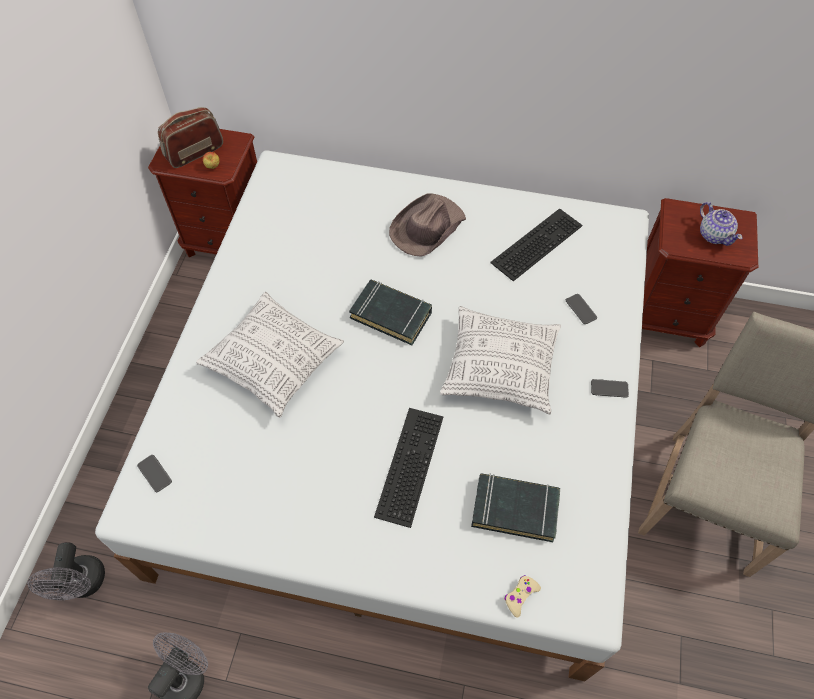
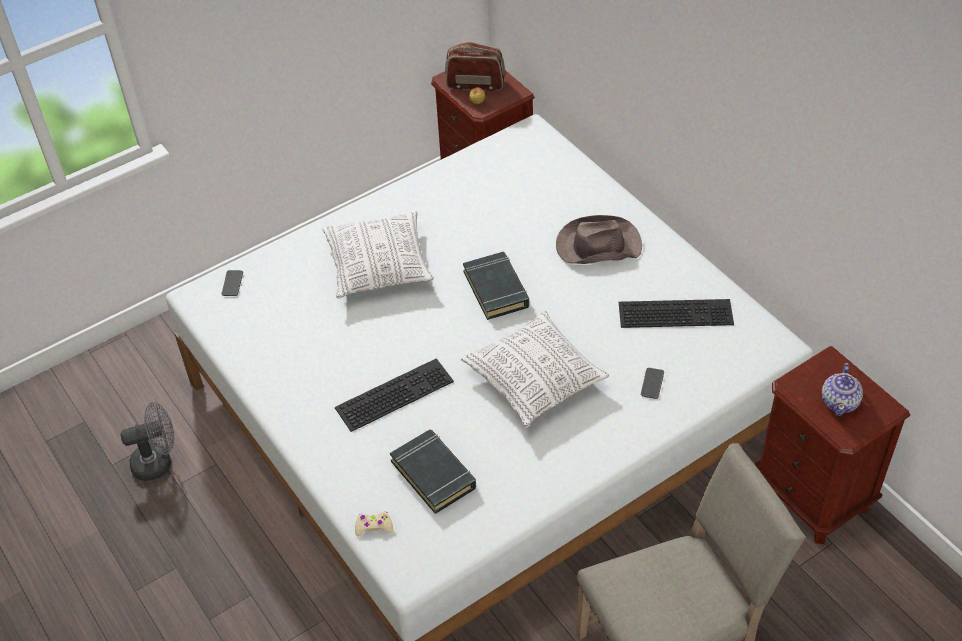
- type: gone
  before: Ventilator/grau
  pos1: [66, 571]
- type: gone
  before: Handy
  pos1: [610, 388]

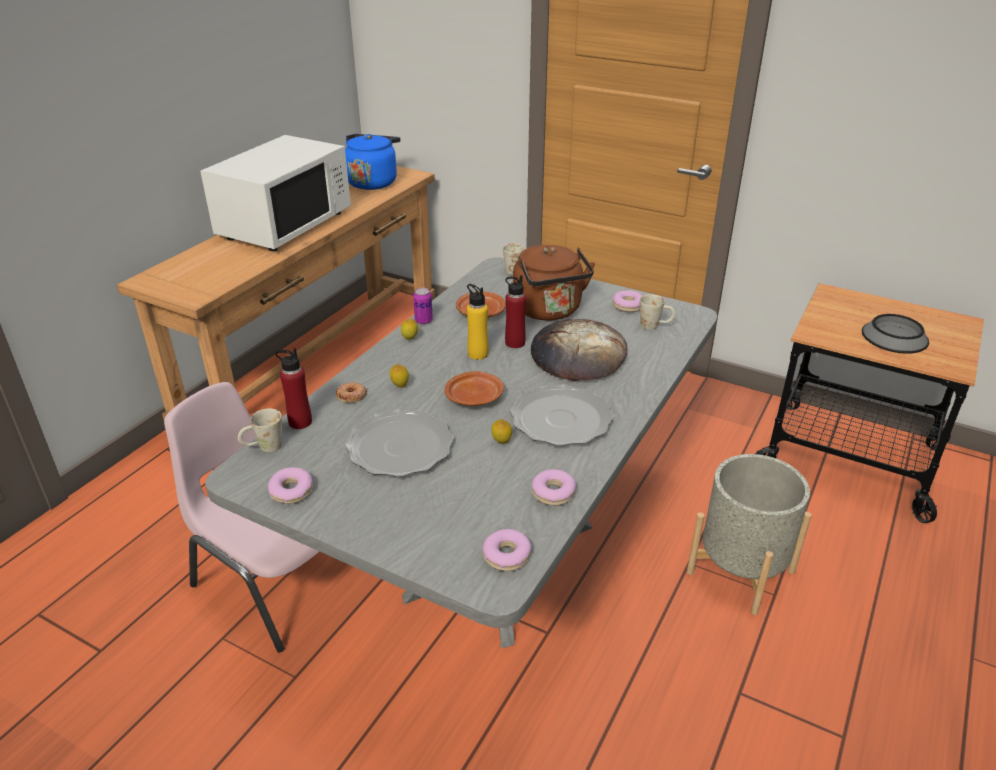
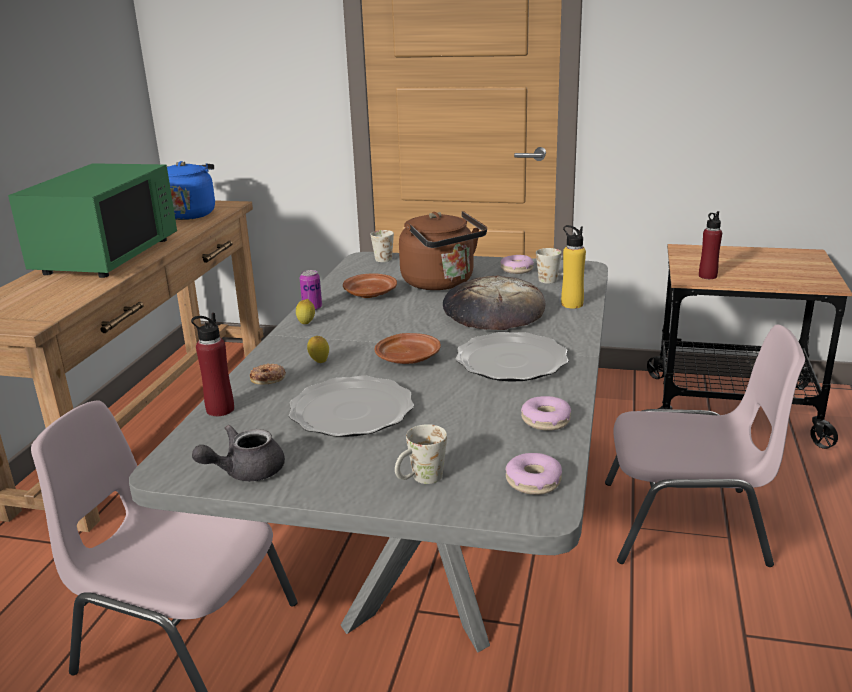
- type: repainted
  before: Mikrowelle/weiß
  after: Mikrowelle/grün
  pos1: [275, 193]
  pos2: [92, 220]
- type: swapped
  before: Donut
  after: Teekanne/grau
  pos1: [290, 485]
  pos2: [238, 453]
- type: shifted
  before: Henkelbecher/weiß
  pos1: [260, 430]
  pos2: [421, 454]
- type: shifted
  before: Flasche/gelb
  pos1: [477, 322]
  pos2: [573, 267]
- type: swapped
  before: Pflanzkübel/grau
  after: Stuhl/rosa
  pos1: [749, 534]
  pos2: [705, 445]
- type: shifted
  before: Flasche/rot
  pos1: [515, 311]
  pos2: [710, 245]
- type: gone
  before: Zitrone
  pos1: [501, 431]
- type: gone
  before: Schüssel
  pos1: [895, 334]

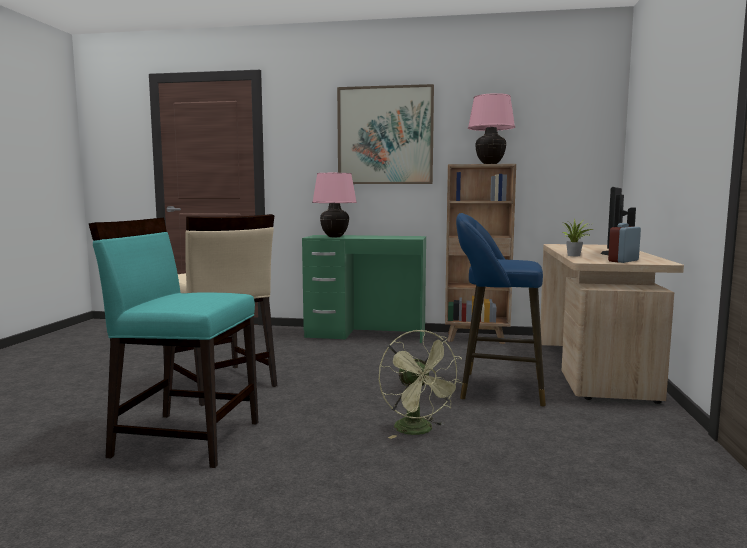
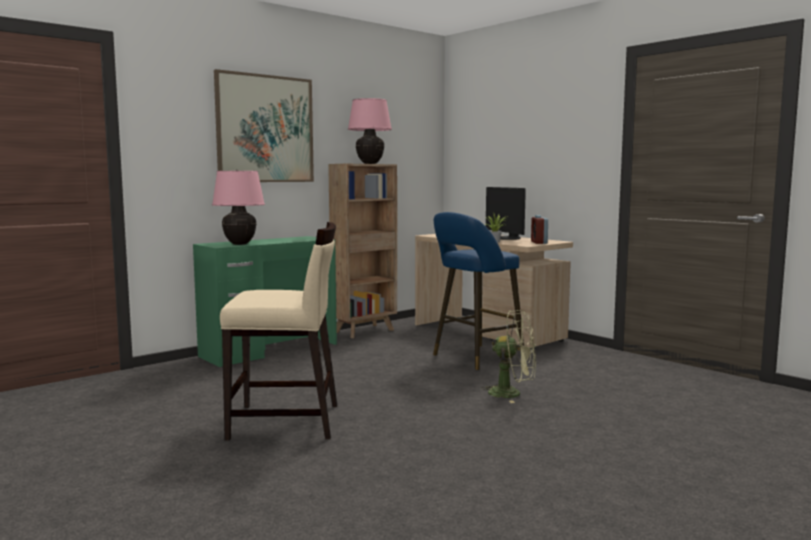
- type: gone
  before: Stuhl/türkis
  pos1: [173, 343]

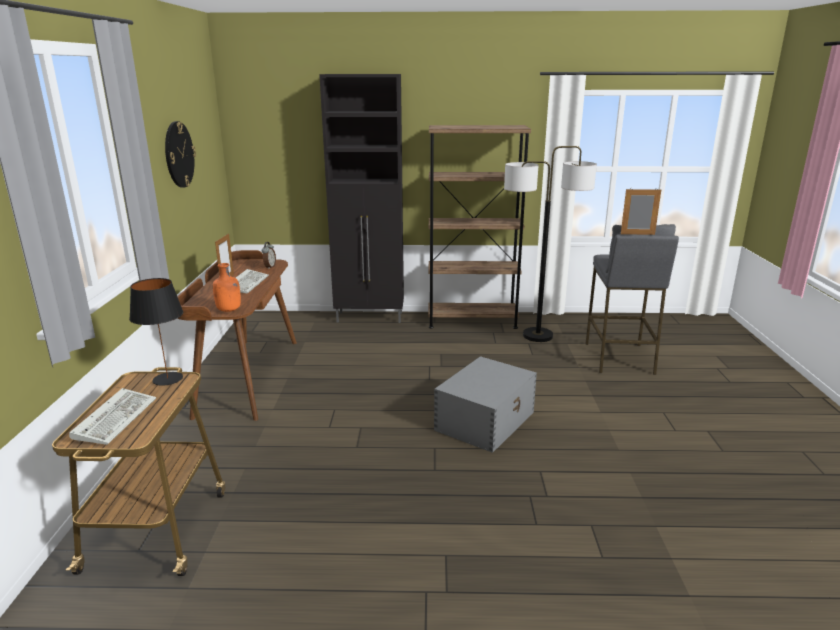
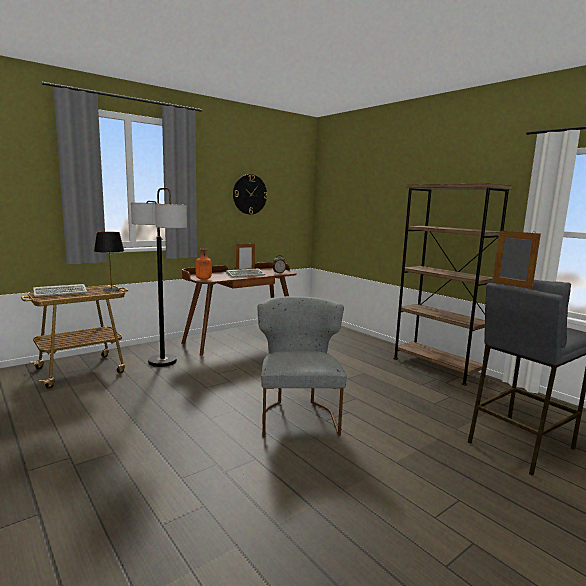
- type: shifted
  before: Stehlampe
  pos1: [550, 244]
  pos2: [159, 277]
- type: swapped
  before: Aufbewahrungsbox/grau
  after: Stuhl/grau
  pos1: [485, 404]
  pos2: [302, 366]
- type: gone
  before: Schrank/schwarz
  pos1: [361, 198]

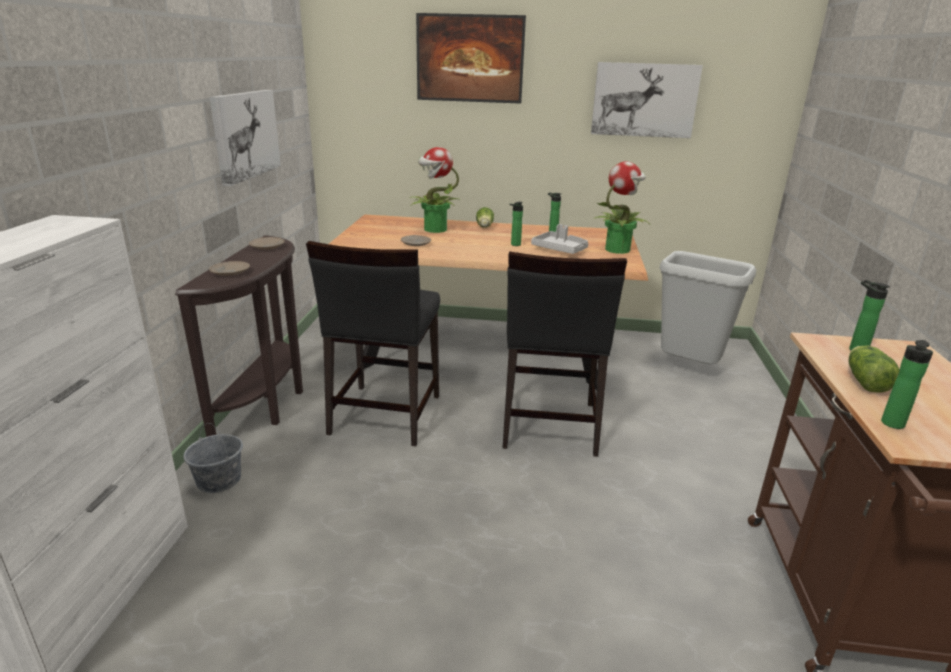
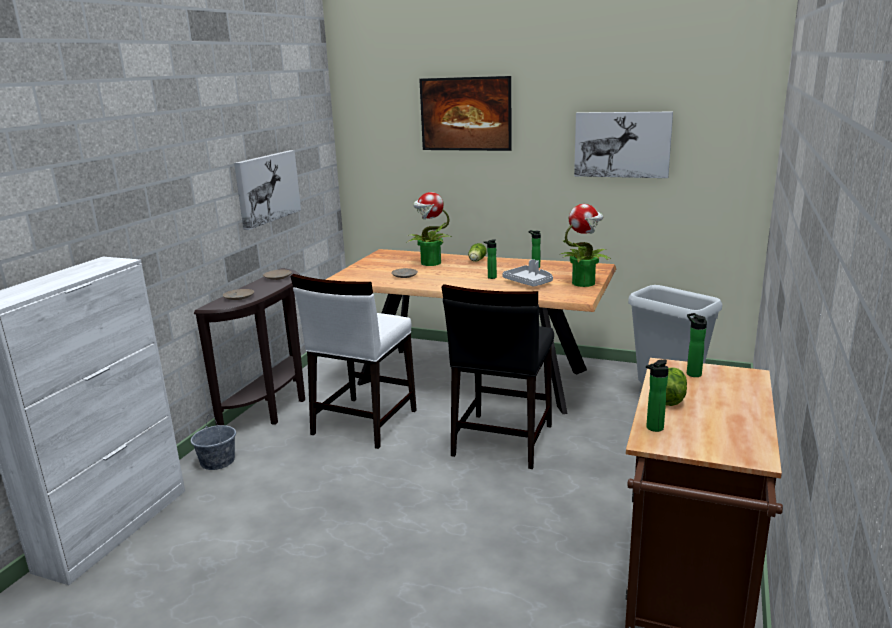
- type: repainted
  before: Stuhl/schwarz
  after: Stuhl/weiß
  pos1: [373, 343]
  pos2: [353, 361]

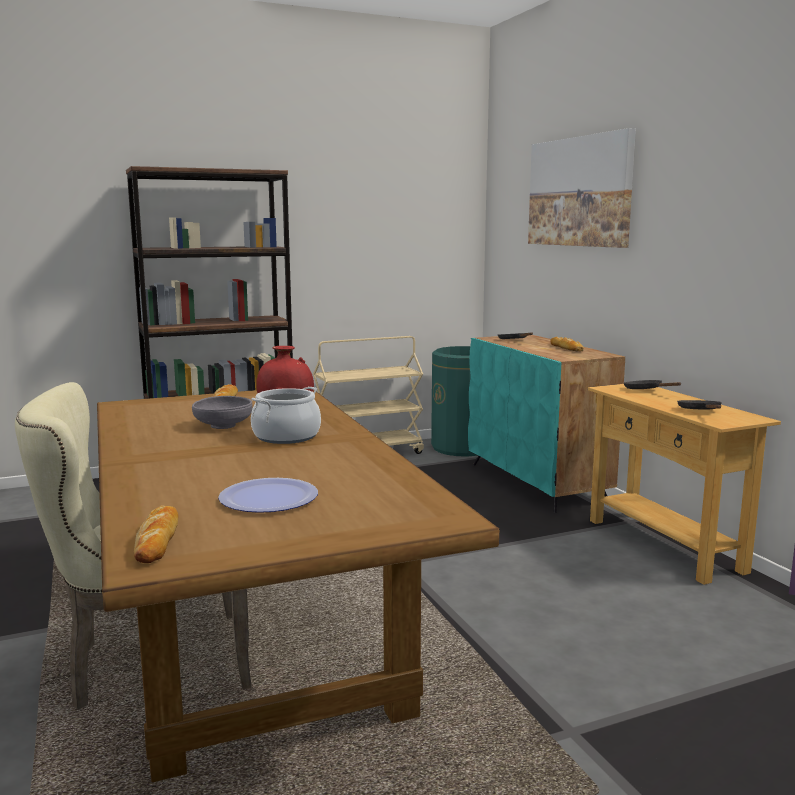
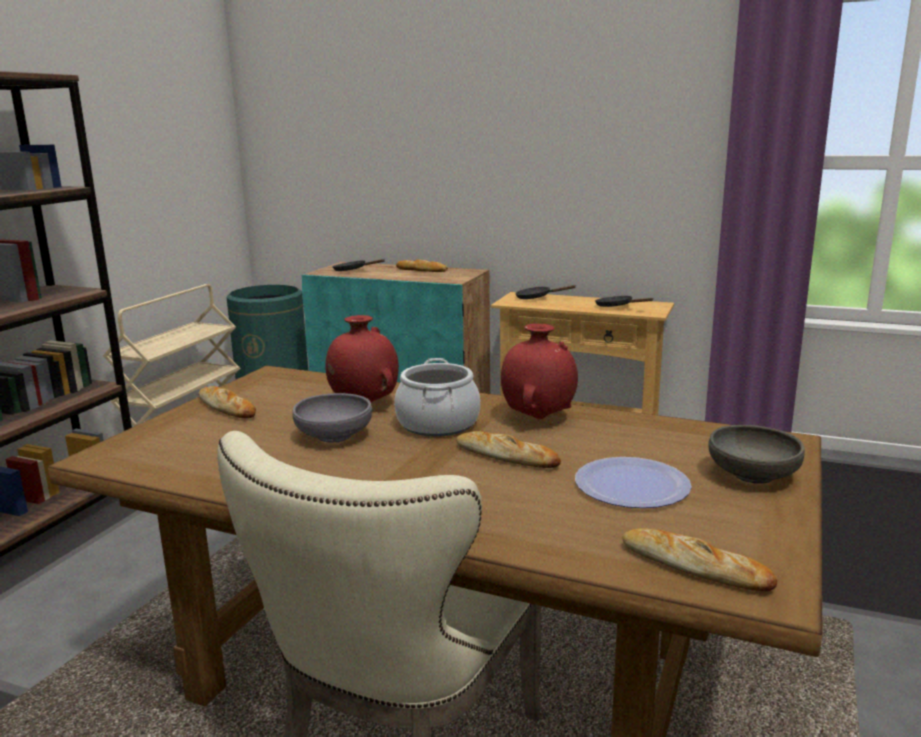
- type: new
  after: Brot
  pos2: [508, 449]
- type: new
  after: Vase/rot
  pos2: [539, 371]
- type: new
  after: Schüssel/grau
  pos2: [756, 454]
- type: gone
  before: Bild
  pos1: [582, 188]

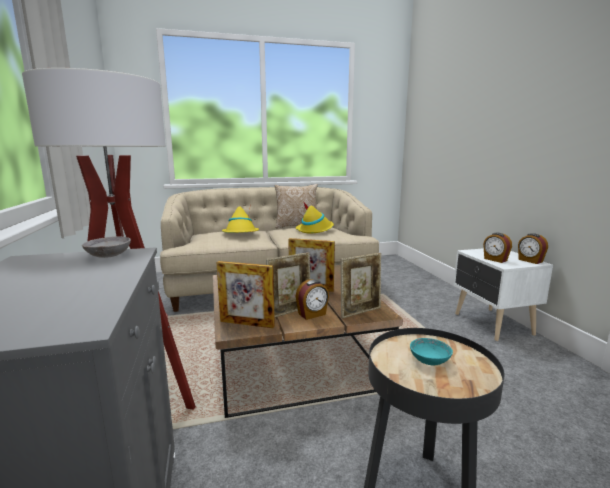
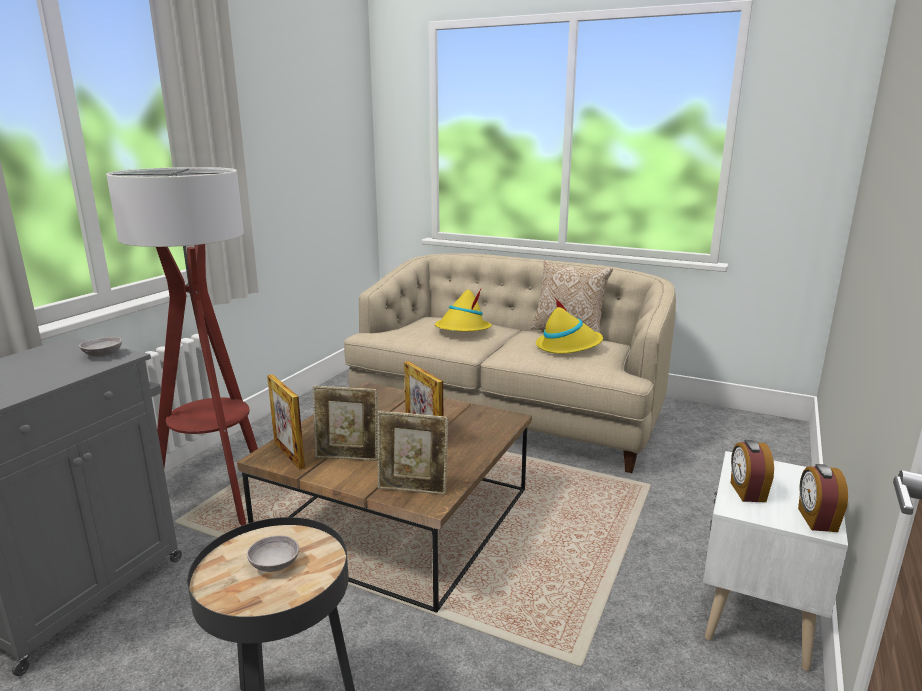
- type: repainted
  before: Schüssel/türkis
  after: Schüssel/grau
  pos1: [431, 352]
  pos2: [273, 554]
- type: gone
  before: Wecker
  pos1: [312, 299]

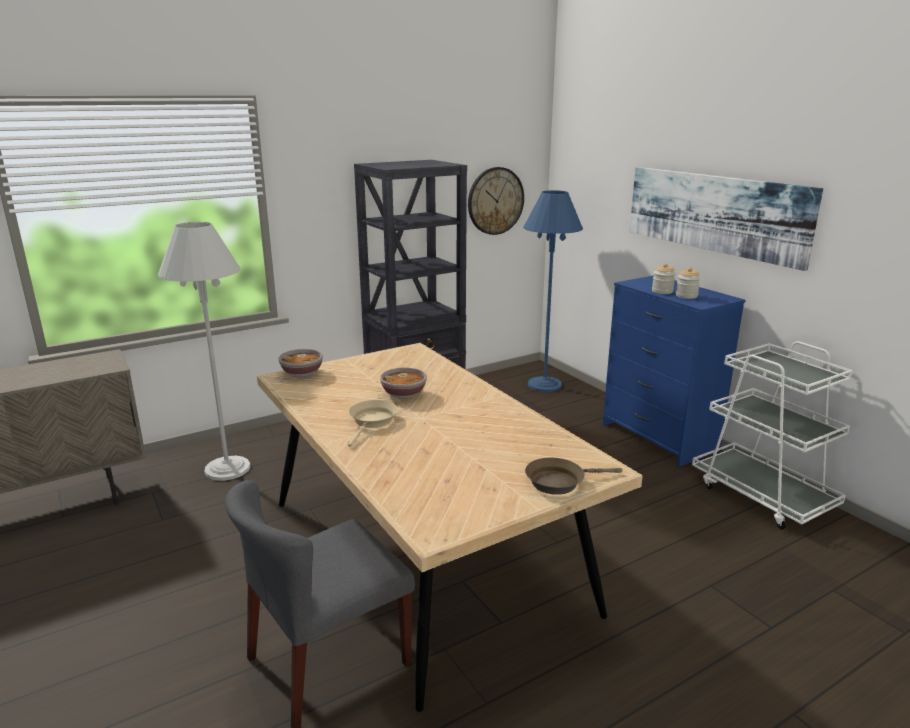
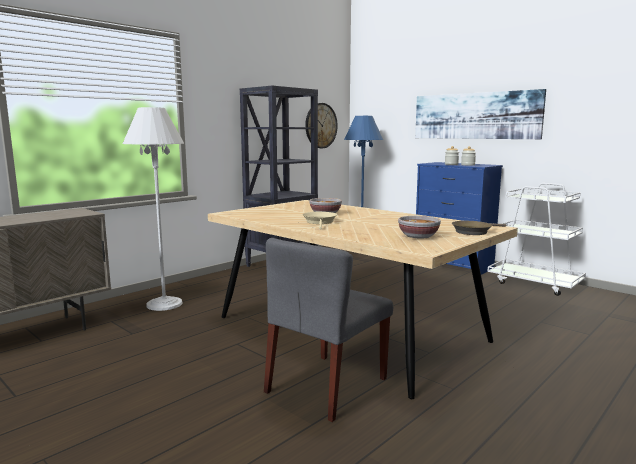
- type: shifted
  before: Schüssel
  pos1: [301, 363]
  pos2: [419, 227]

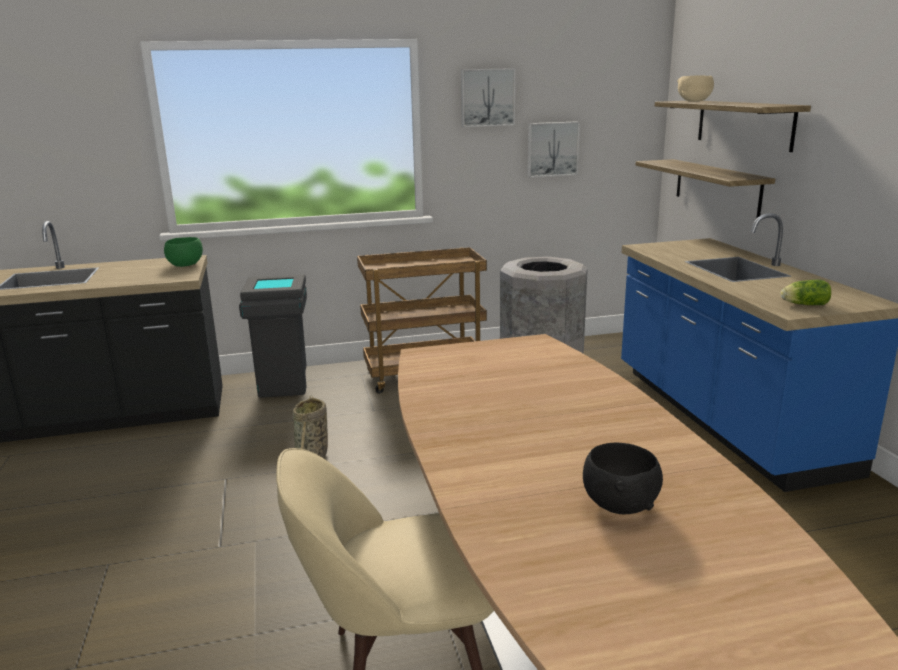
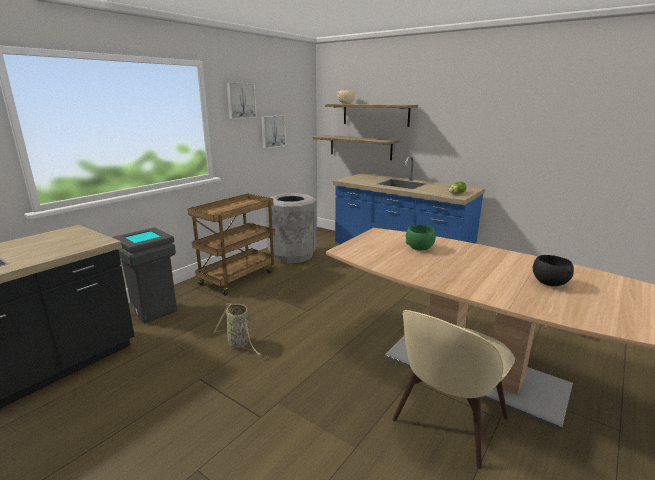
- type: shifted
  before: Schüssel/grün
  pos1: [183, 252]
  pos2: [420, 238]

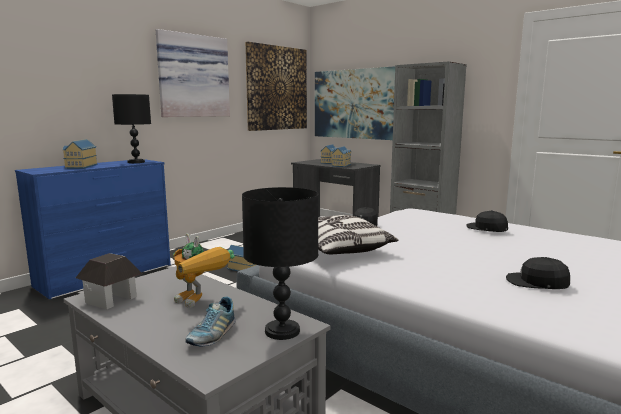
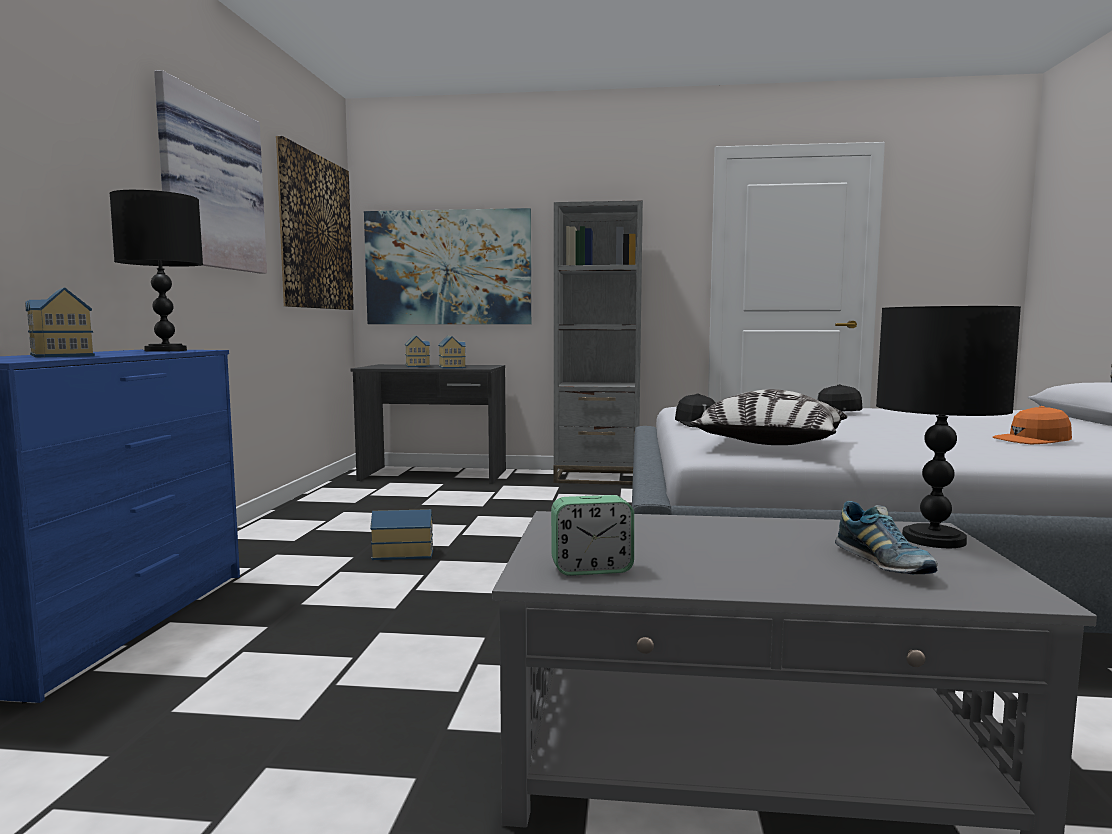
- type: swapped
  before: Spielzeughaus
  after: Wecker
  pos1: [109, 281]
  pos2: [592, 535]
- type: repainted
  before: Kappe/schwarz
  after: Kappe/orange
  pos1: [538, 273]
  pos2: [1032, 425]
- type: gone
  before: Spielzeugroboter
  pos1: [204, 270]

